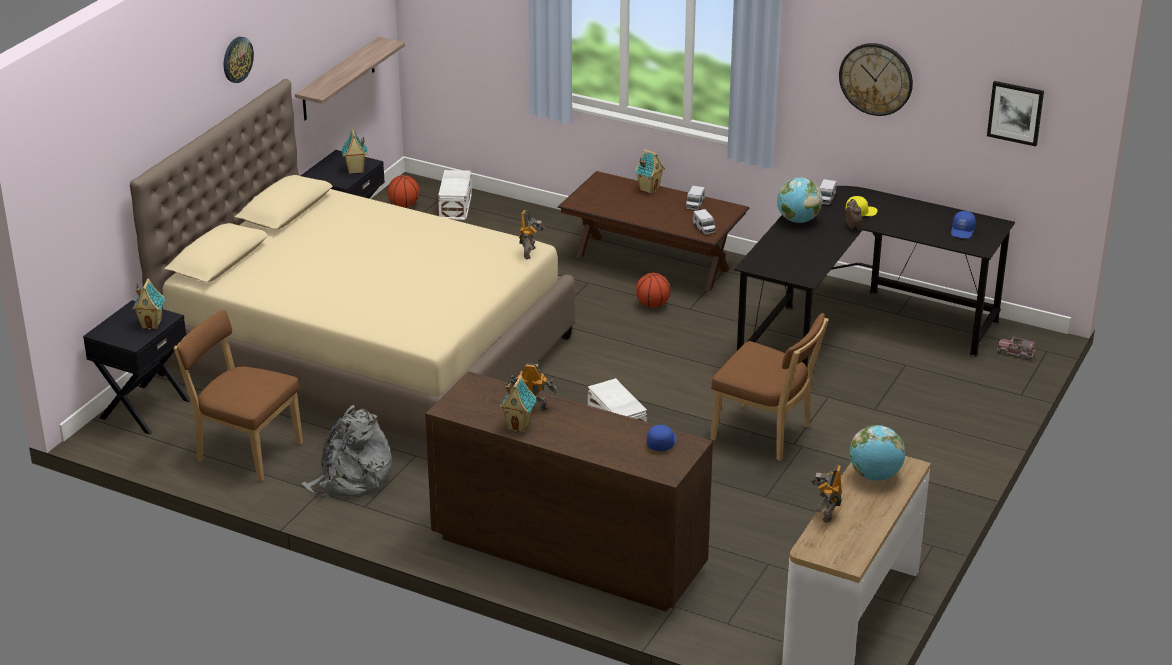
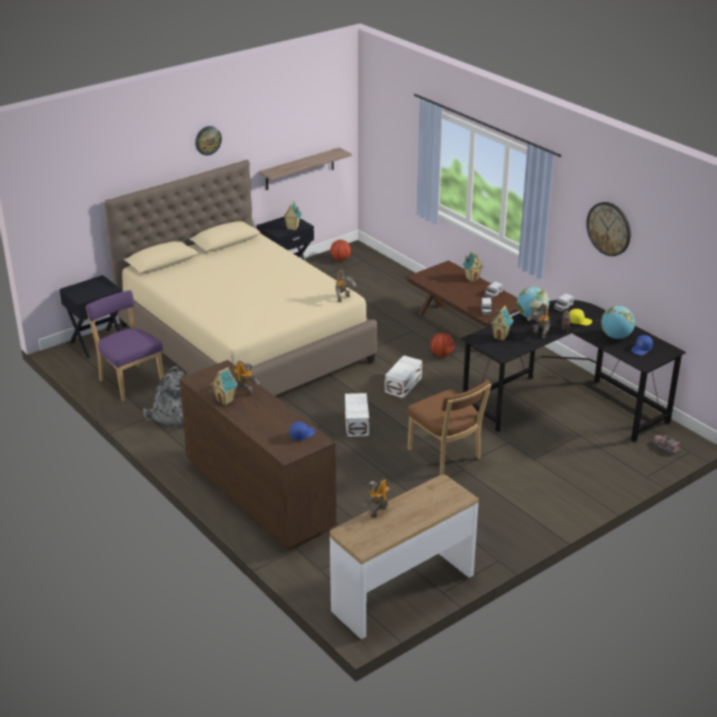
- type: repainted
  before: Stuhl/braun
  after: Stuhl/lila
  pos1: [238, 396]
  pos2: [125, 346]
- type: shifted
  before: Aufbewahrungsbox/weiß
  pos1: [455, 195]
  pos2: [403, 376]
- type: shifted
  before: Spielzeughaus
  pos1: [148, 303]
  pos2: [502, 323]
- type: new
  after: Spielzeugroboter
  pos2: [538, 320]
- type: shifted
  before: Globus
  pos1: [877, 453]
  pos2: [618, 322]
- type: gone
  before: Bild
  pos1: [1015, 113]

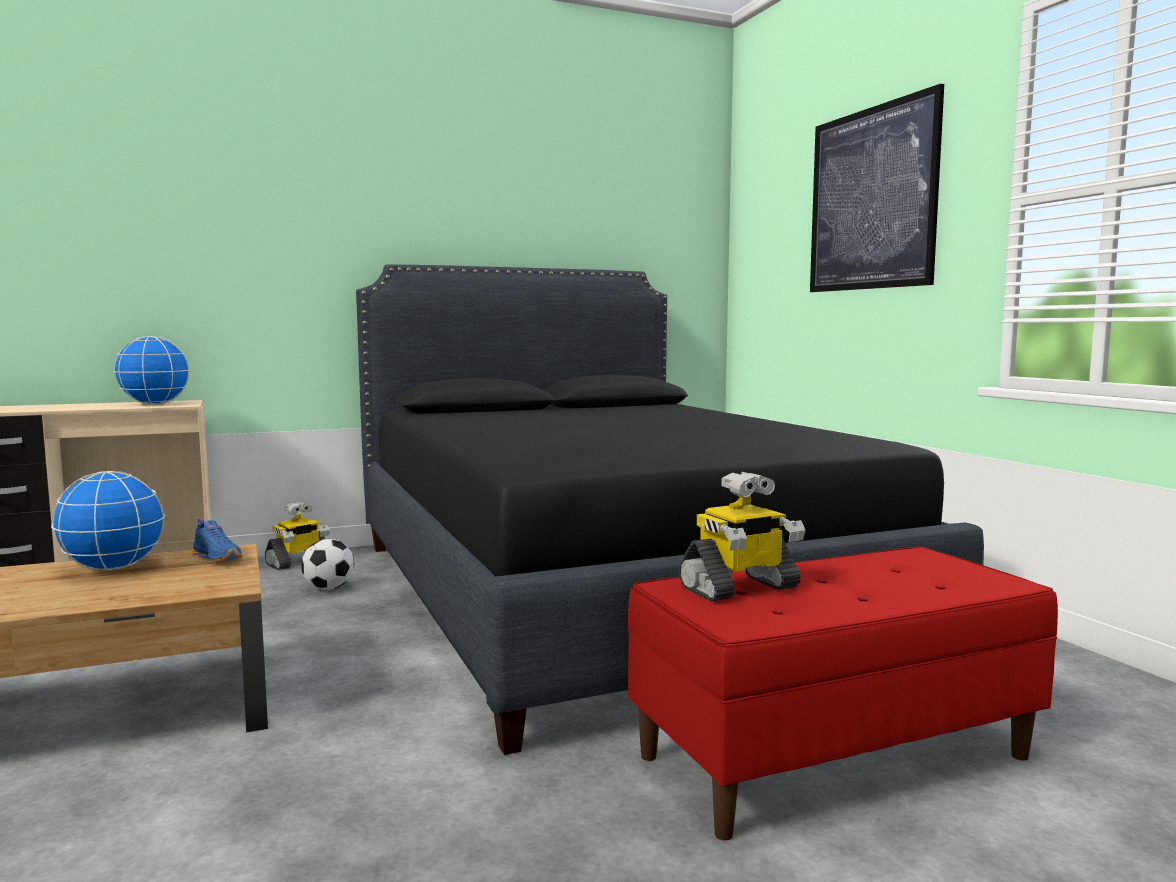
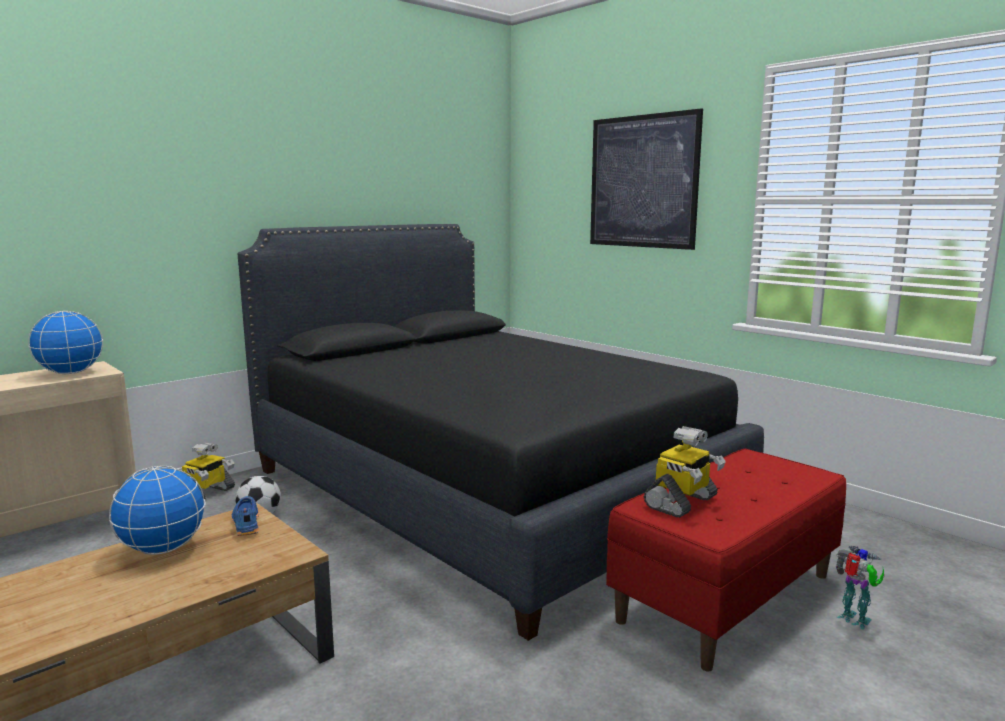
- type: rotated
  before: Schuh/blau
  pos1: [217, 540]
  pos2: [245, 516]
  turn: -135
- type: new
  after: Spielzeugroboter
  pos2: [860, 588]

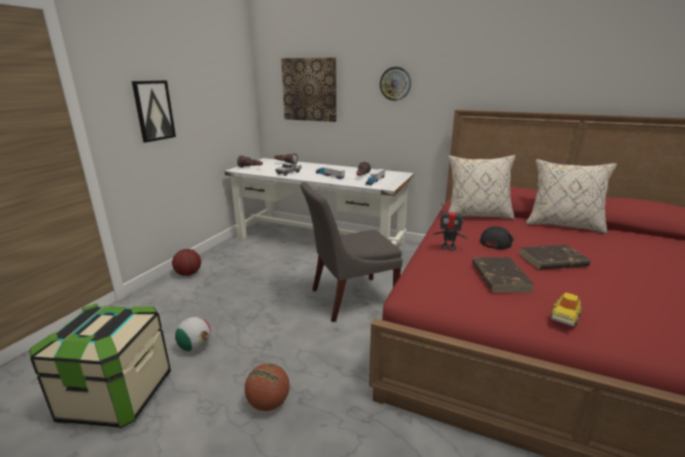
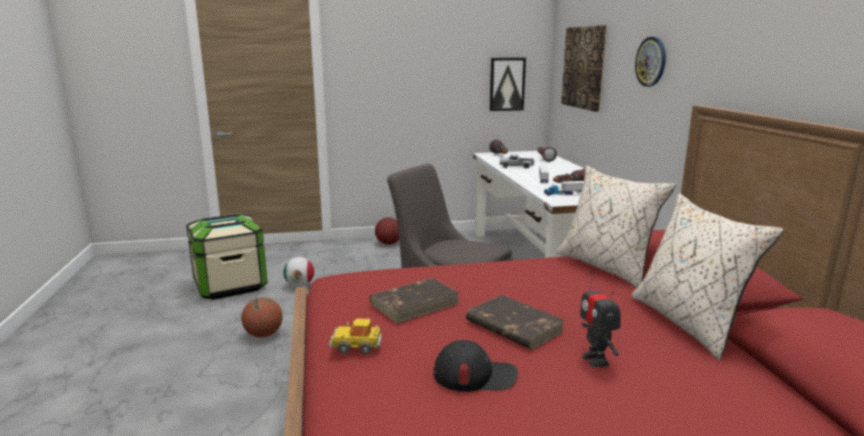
- type: shifted
  before: Kappe/schwarz
  pos1: [497, 237]
  pos2: [475, 366]
- type: shifted
  before: Bild
  pos1: [154, 111]
  pos2: [507, 84]
- type: shifted
  before: Spielzeugroboter
  pos1: [450, 227]
  pos2: [600, 320]

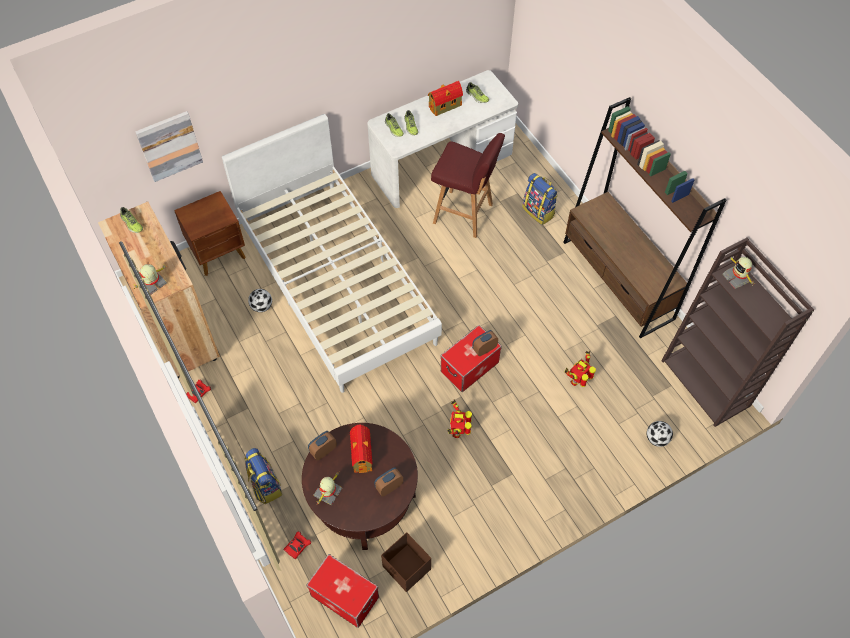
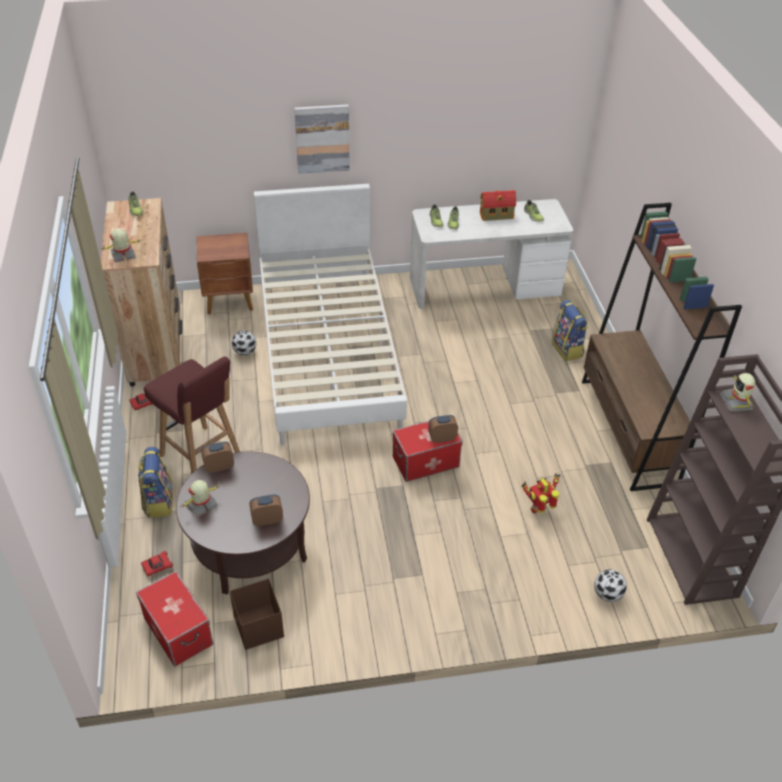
- type: shifted
  before: Hocker/rot
  pos1: [468, 185]
  pos2: [192, 415]
- type: shifted
  before: Bild
  pos1: [169, 146]
  pos2: [322, 139]
- type: gone
  before: Spielzeughaus
  pos1: [361, 448]
- type: gone
  before: Spielzeugroboter
  pos1: [459, 418]

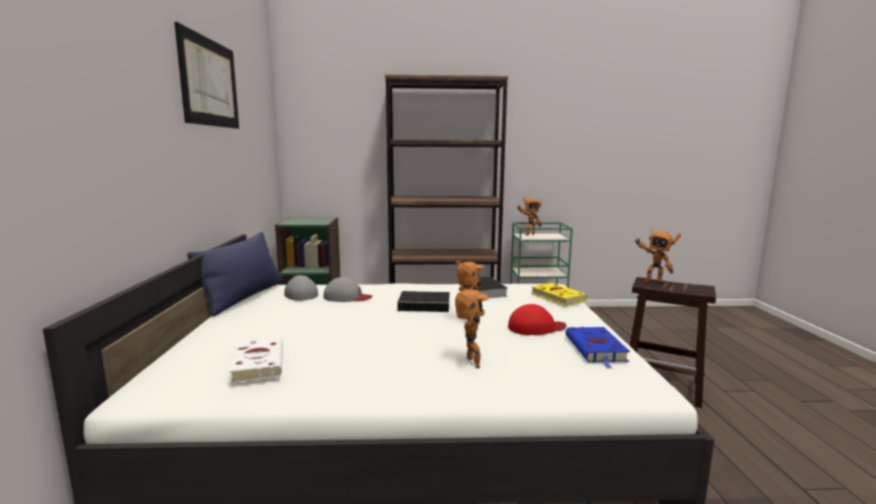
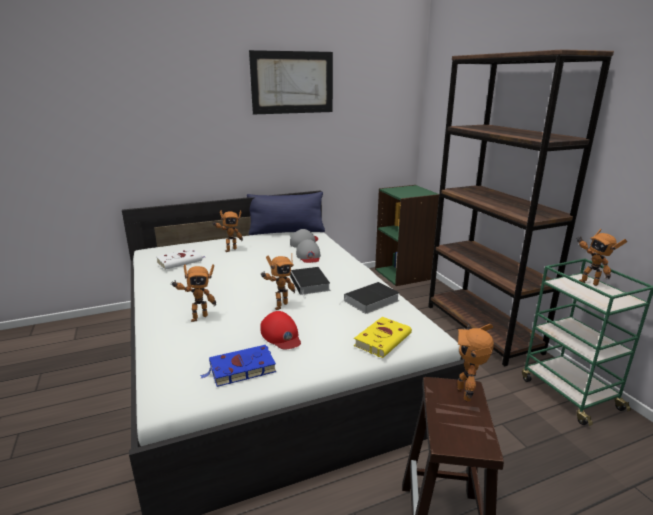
- type: new
  after: Spielzeugroboter
  pos2: [227, 231]

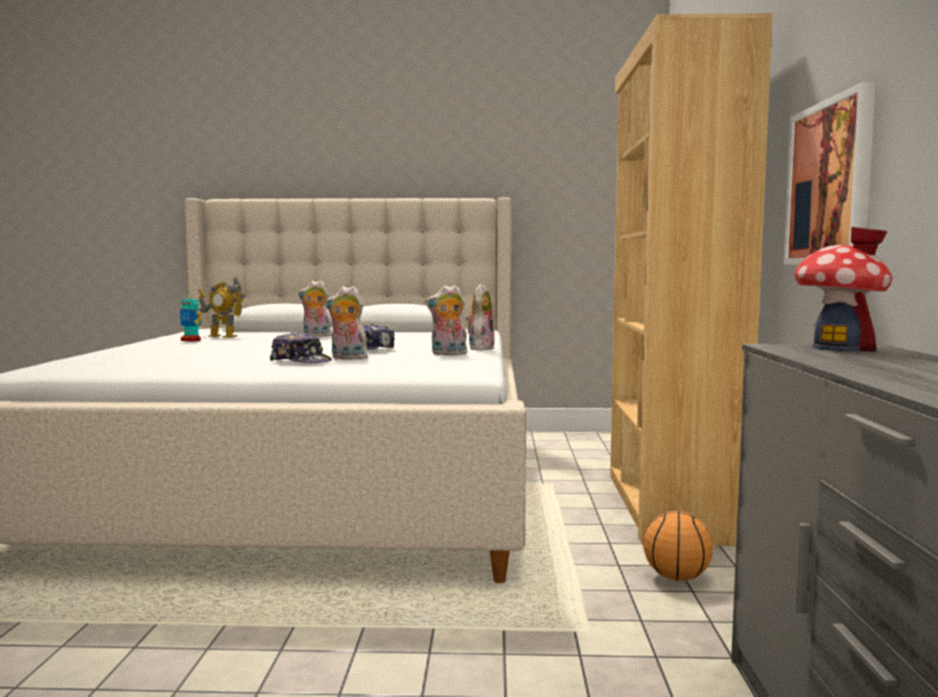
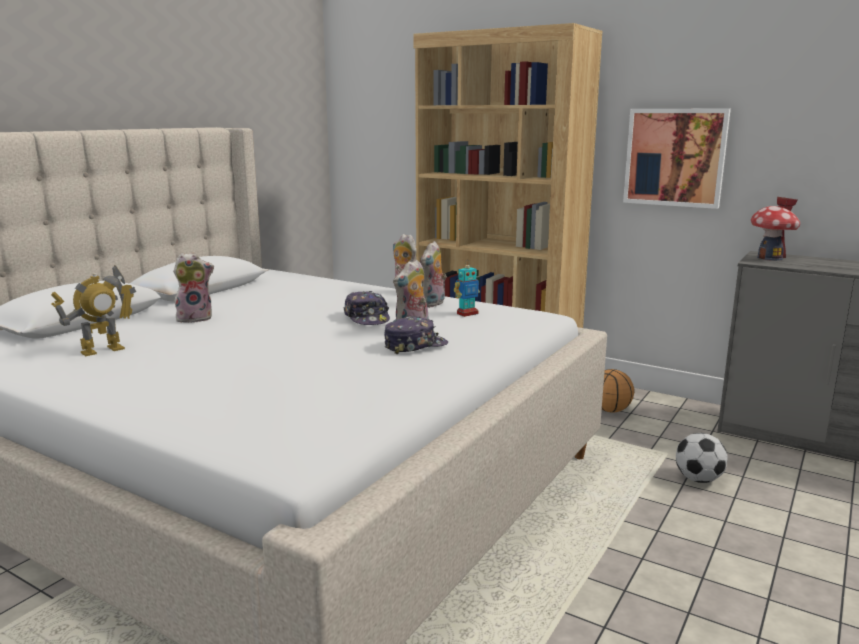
- type: rotated
  before: Plüschtier
  pos1: [315, 308]
  pos2: [193, 288]
  turn: -150
- type: shifted
  before: Spielzeugroboter
  pos1: [191, 316]
  pos2: [467, 288]
- type: new
  after: Fußball
  pos2: [702, 458]

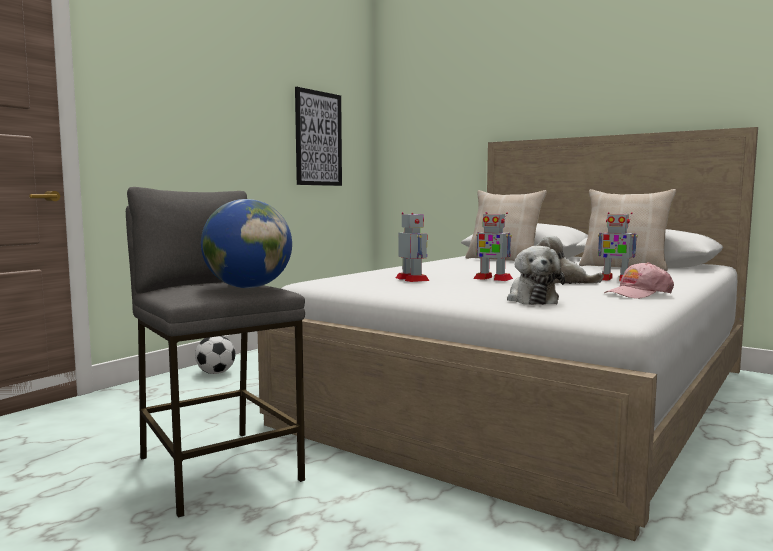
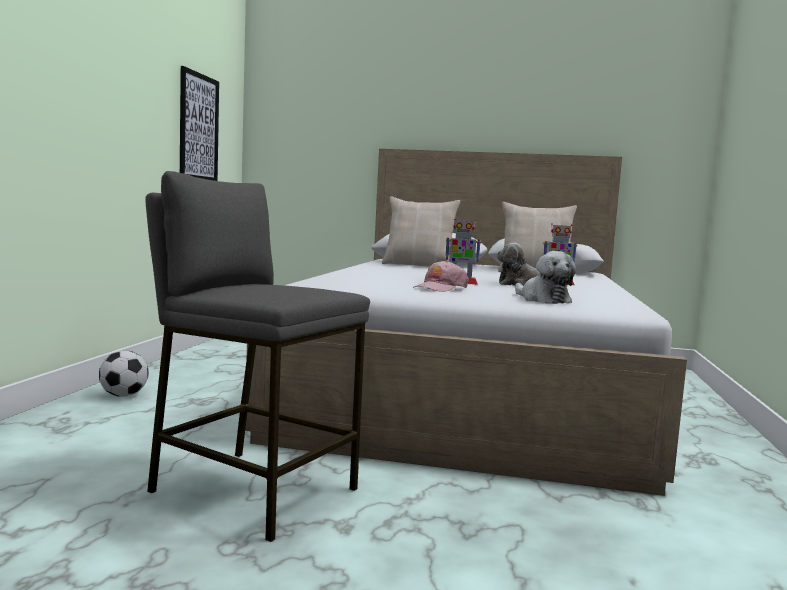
- type: shifted
  before: Kappe/rosa
  pos1: [639, 280]
  pos2: [441, 276]
- type: gone
  before: Globus
  pos1: [246, 243]
- type: gone
  before: Spielzeugroboter
  pos1: [412, 247]

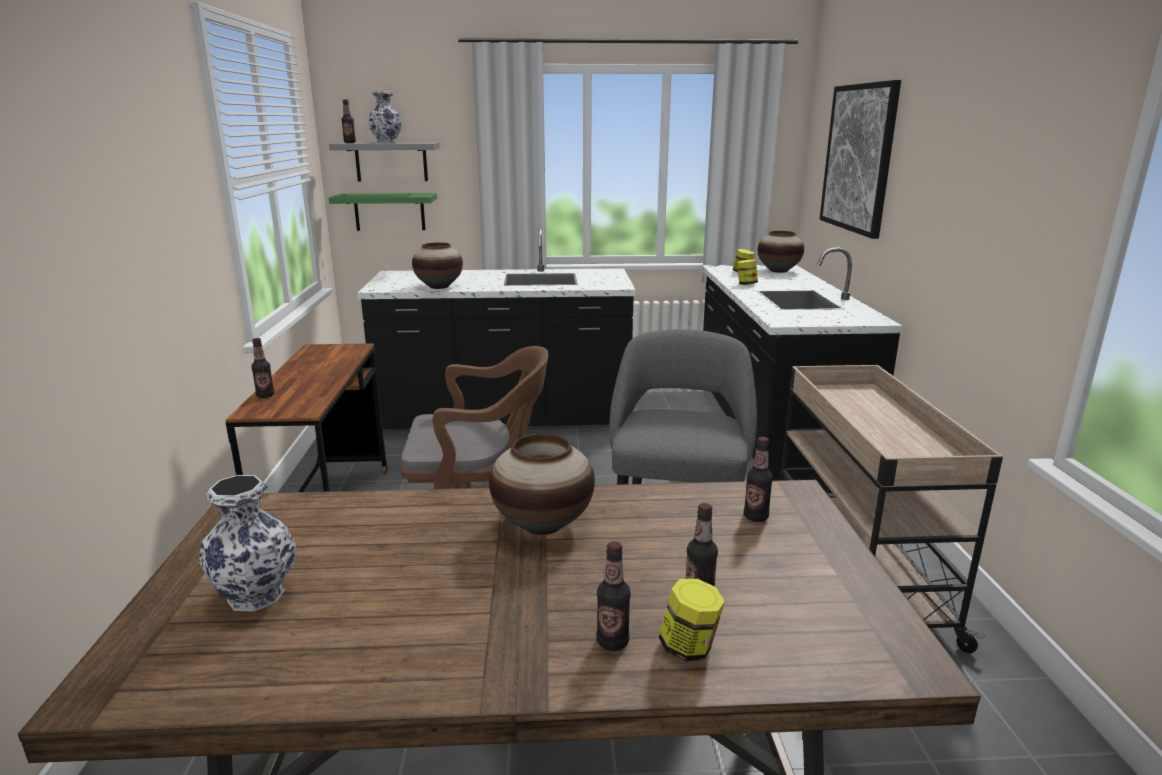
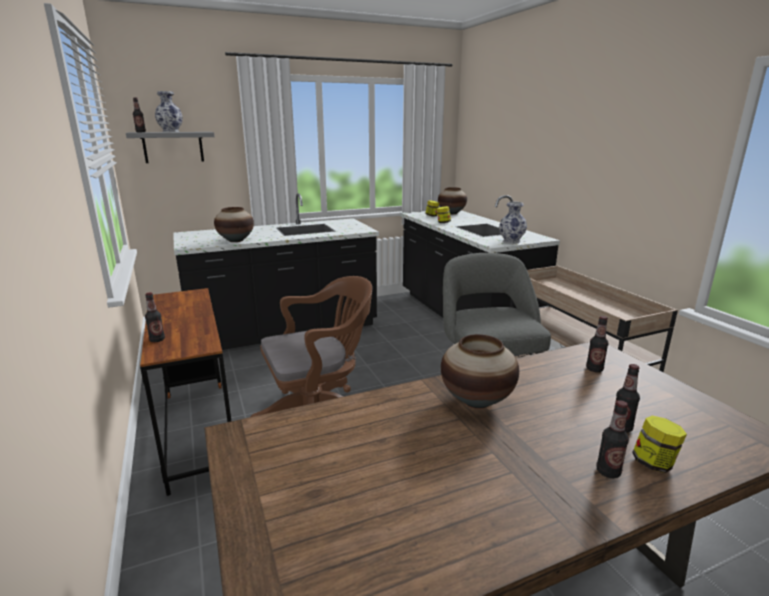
- type: shifted
  before: Vase
  pos1: [247, 543]
  pos2: [513, 223]
- type: gone
  before: Wandregal/grün
  pos1: [383, 212]
- type: gone
  before: Bild
  pos1: [860, 159]

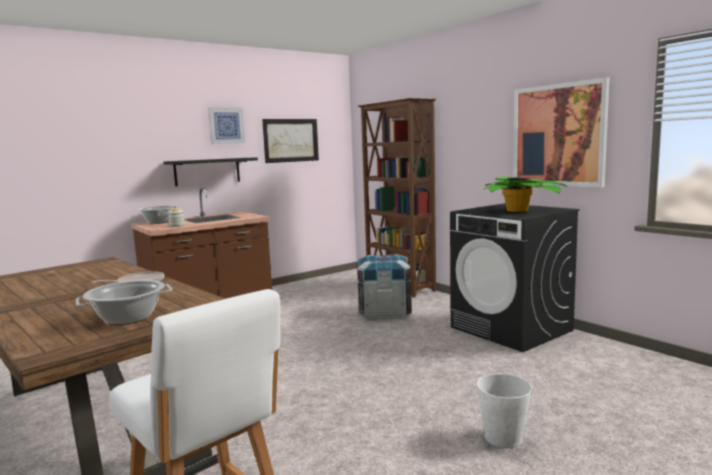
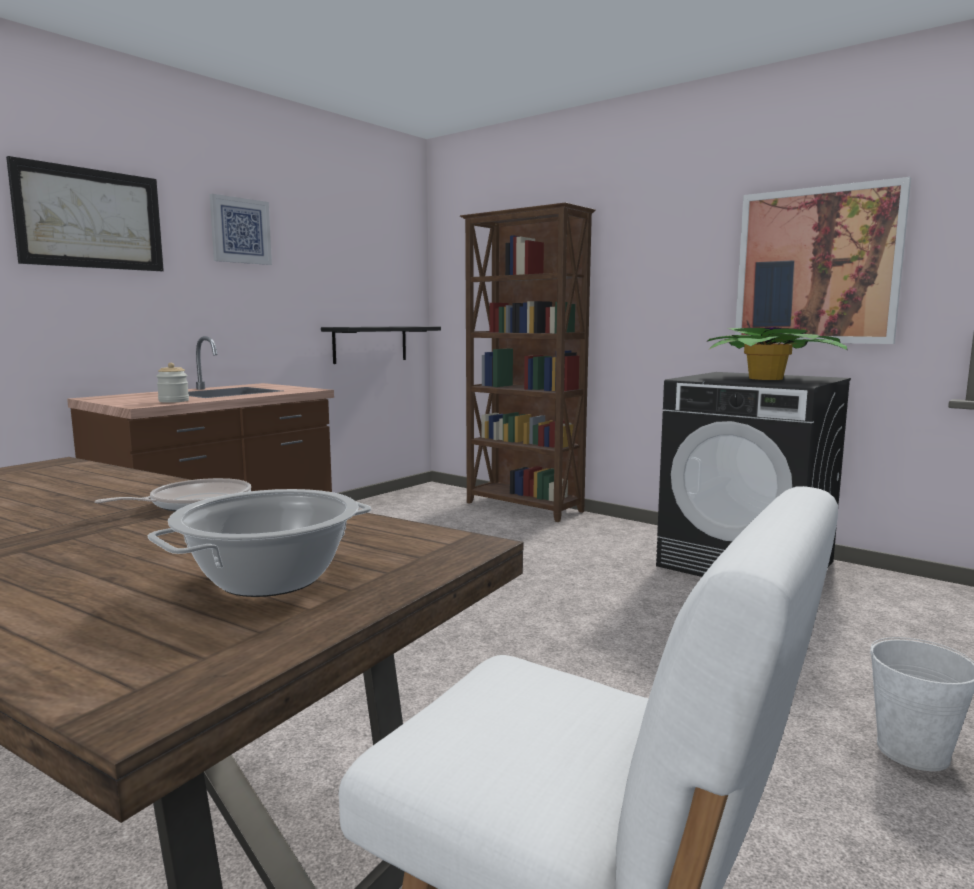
- type: shifted
  before: Bild
  pos1: [290, 141]
  pos2: [85, 213]
- type: shifted
  before: Wandregal/schwarz
  pos1: [210, 172]
  pos2: [381, 345]
- type: gone
  before: Kochtopf
  pos1: [158, 215]
- type: gone
  before: Kiste
  pos1: [384, 286]

